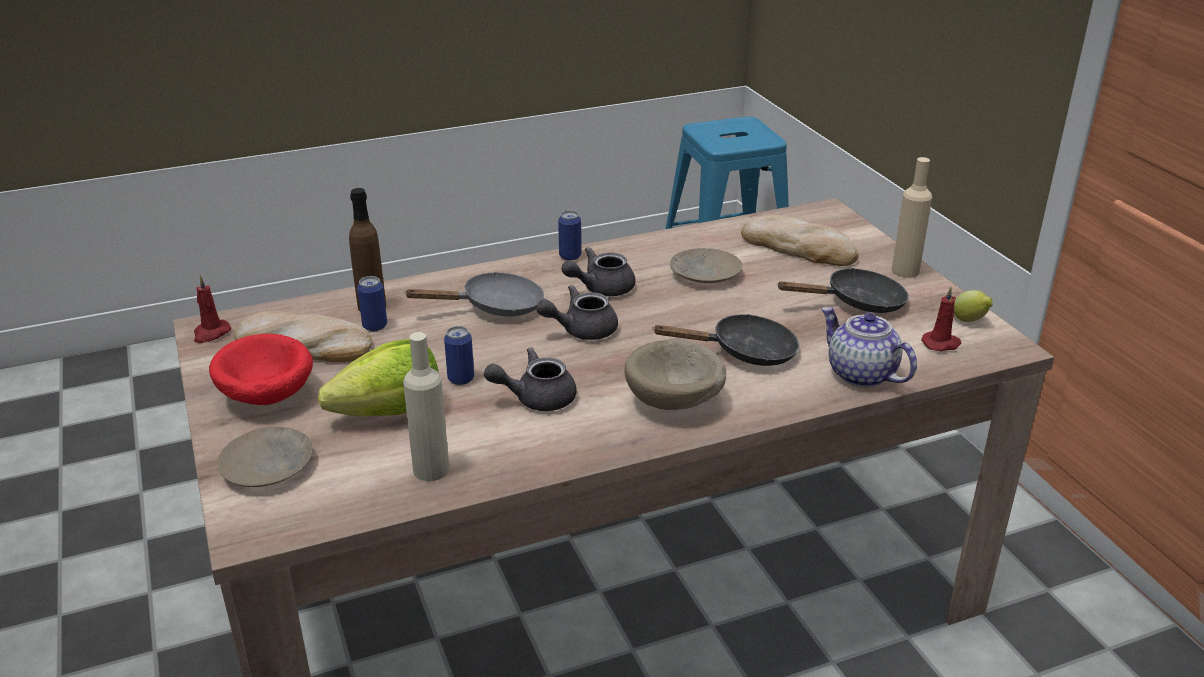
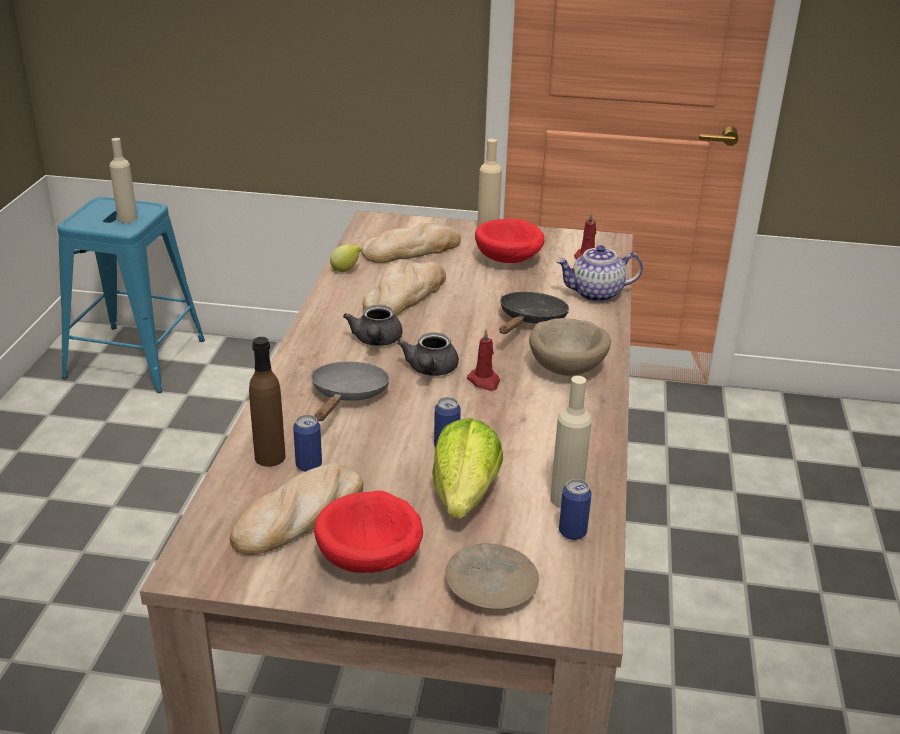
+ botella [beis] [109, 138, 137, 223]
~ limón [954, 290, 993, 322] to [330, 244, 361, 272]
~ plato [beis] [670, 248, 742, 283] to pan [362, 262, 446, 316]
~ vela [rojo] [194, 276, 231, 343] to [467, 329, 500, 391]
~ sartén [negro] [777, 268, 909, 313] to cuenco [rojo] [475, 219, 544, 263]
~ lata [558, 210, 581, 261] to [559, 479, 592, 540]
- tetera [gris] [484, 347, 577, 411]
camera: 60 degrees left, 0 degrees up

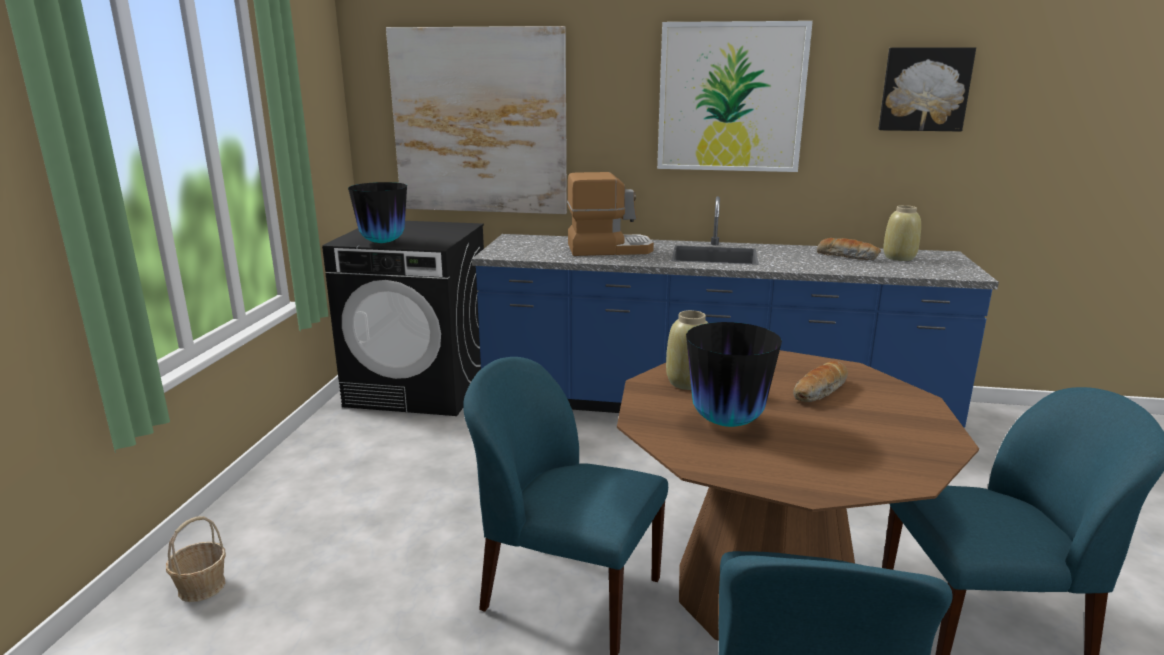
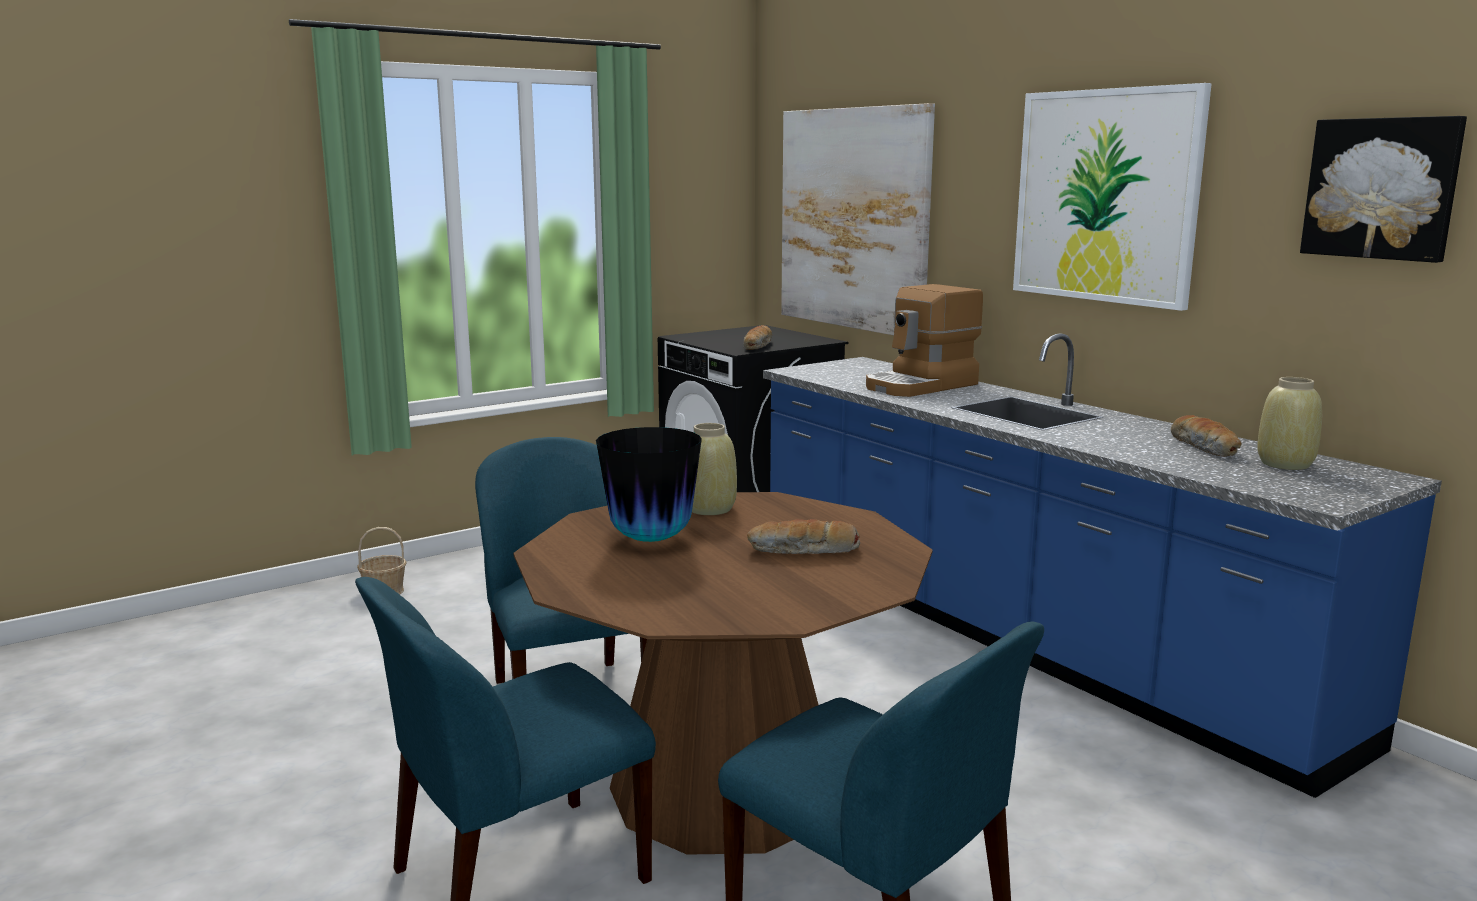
+ pan [743, 325, 772, 350]
~ cafetera [567, 172, 654, 256] = [866, 284, 983, 397] 105 degrees clockwise
- florero [348, 182, 407, 243]
camera: 45 degrees right, 5 degrees down

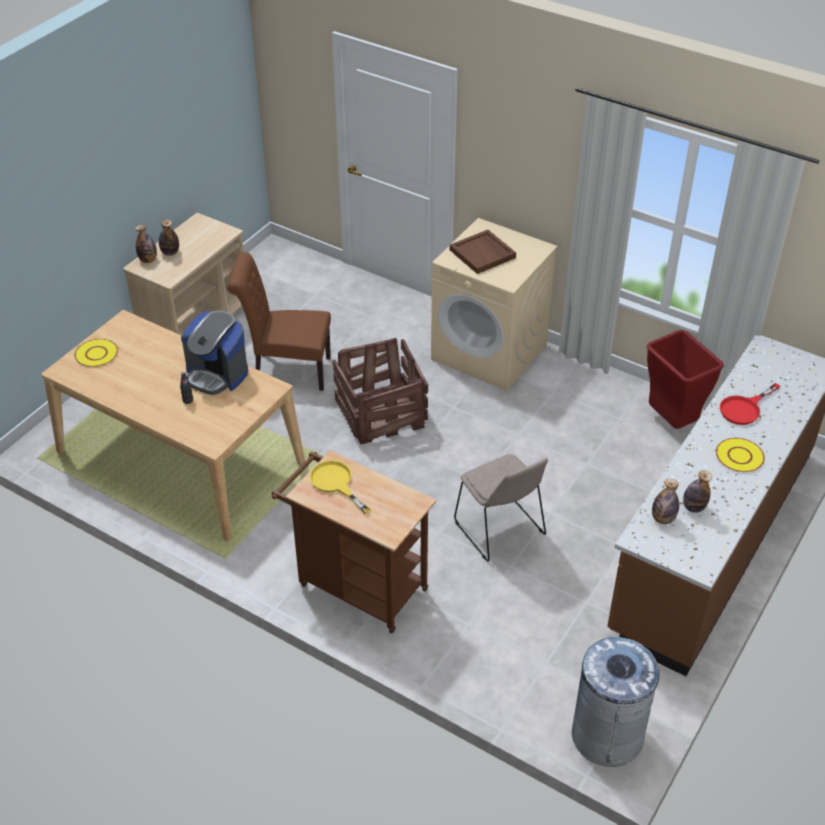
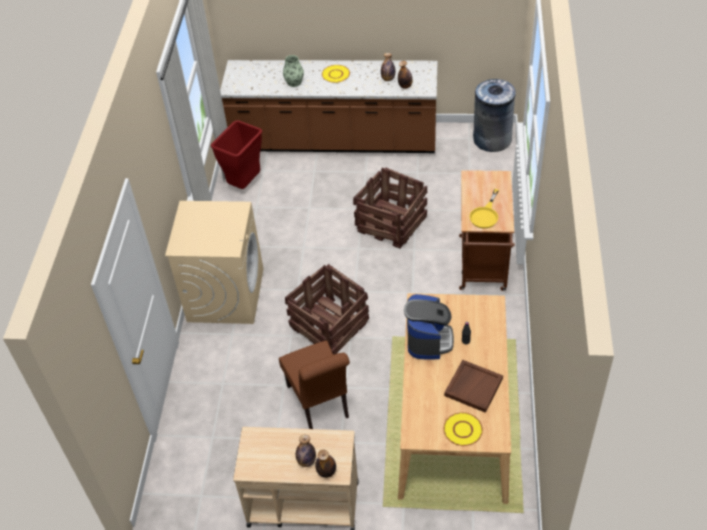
~ sartén [rojo] [720, 383, 780, 425] to florero [283, 55, 304, 87]
~ silla [beis] [454, 454, 548, 561] to caja de embalaje [353, 167, 427, 249]
~ bandeja [marrón] [450, 230, 516, 274] to [444, 360, 503, 413]
camera: 115 degrees left, 5 degrees up

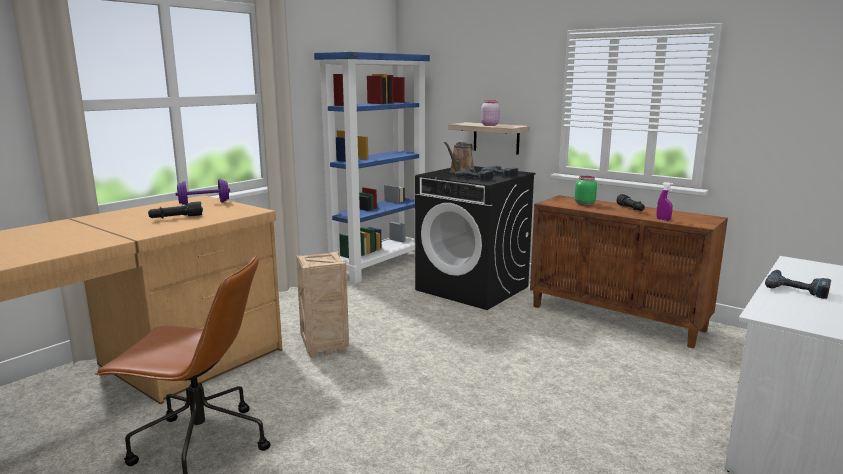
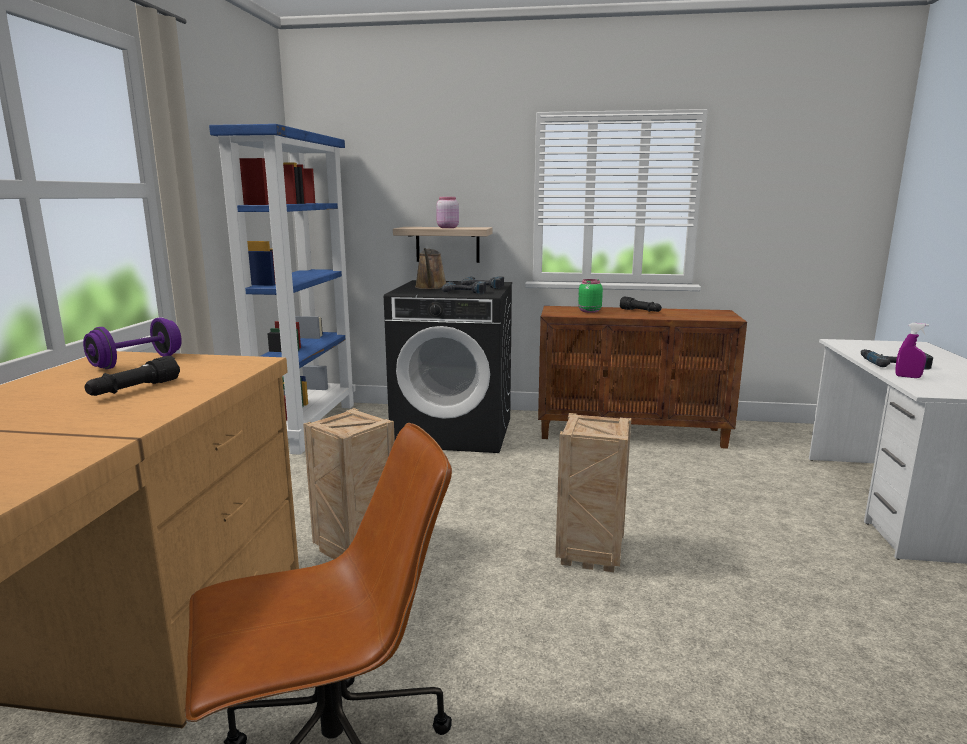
+ caja de embalaje [555, 413, 631, 572]
~ pulverizador [morado] [657, 182, 673, 221] to [895, 323, 929, 378]
camera: 30 degrees left, 0 degrees up

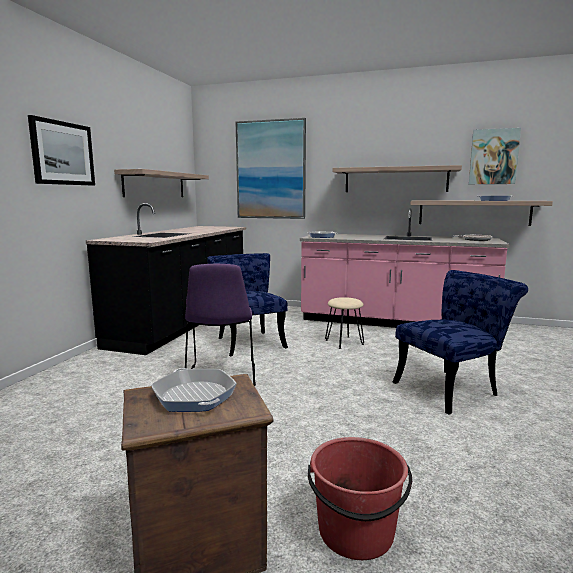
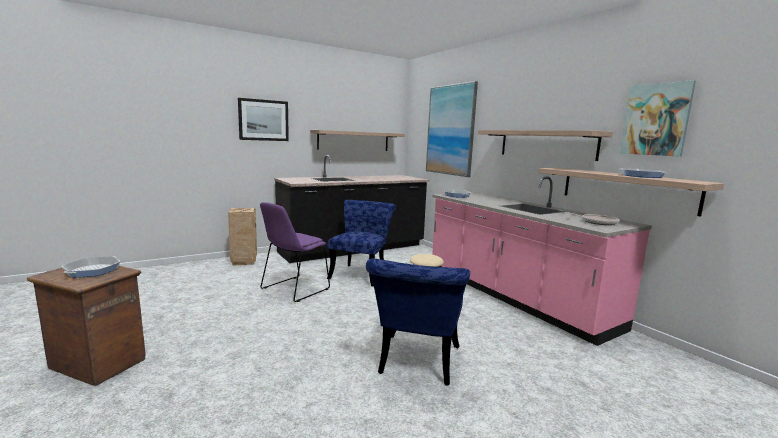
+ caja de embalaje [228, 208, 257, 266]
~ silla [azul] [392, 270, 528, 414] = [366, 258, 470, 386] 90 degrees clockwise
- cubo [rojo] [308, 437, 412, 560]
camera: 40 degrees right, 0 degrees up

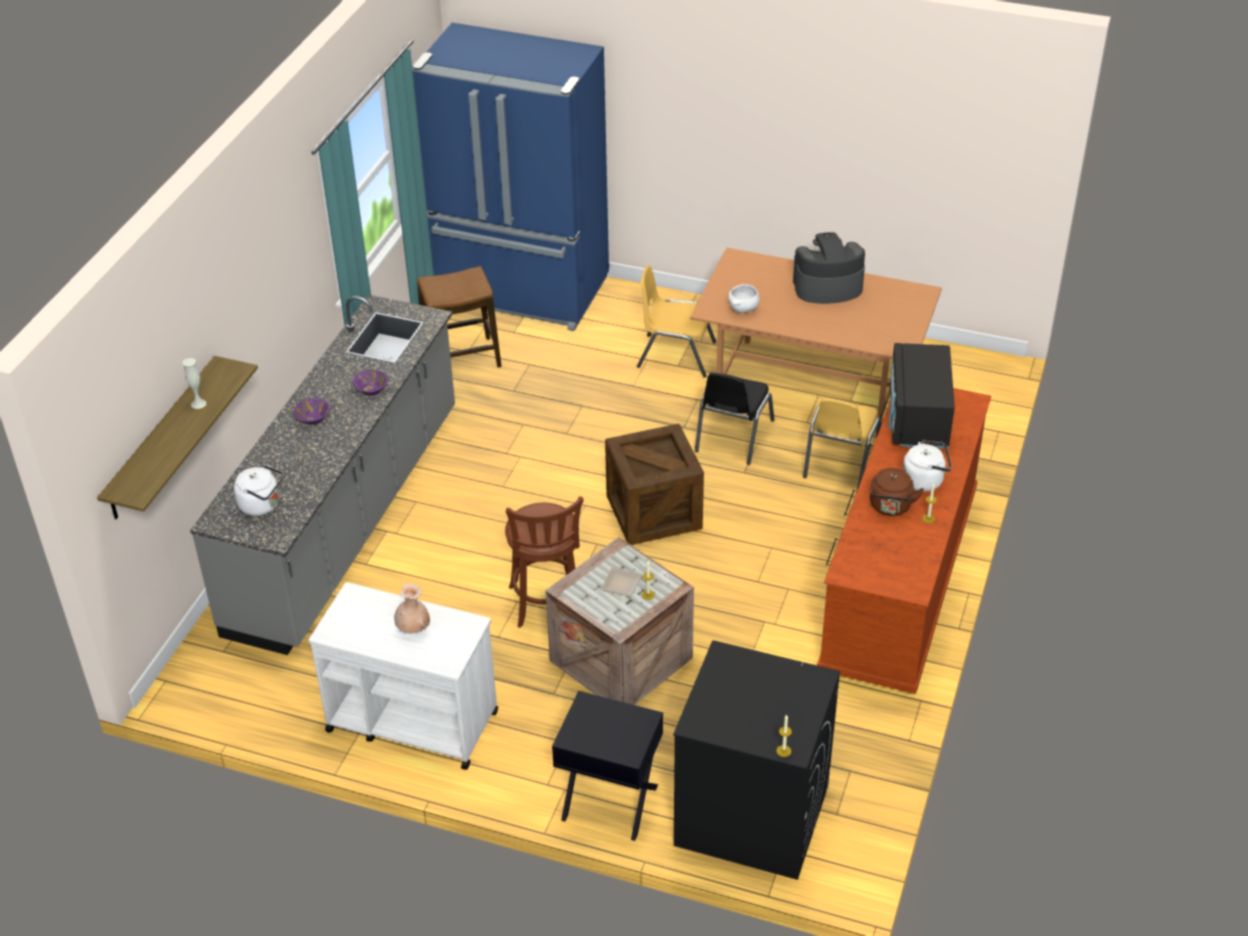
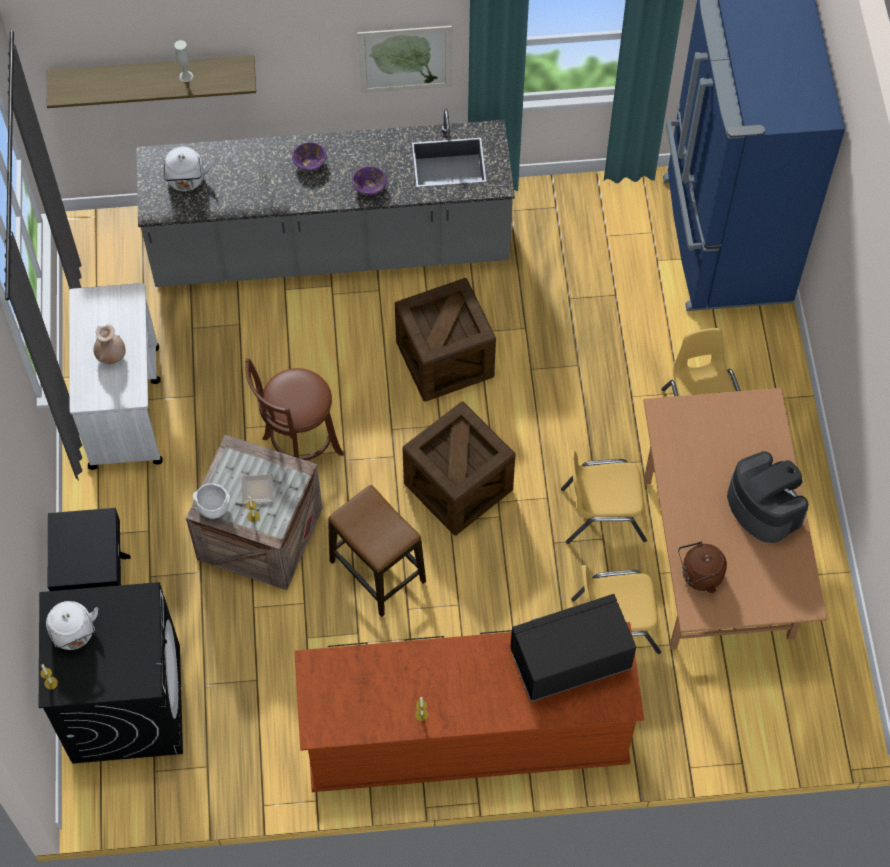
~ hervidor [blanco] [902, 440, 952, 492] to [46, 601, 98, 650]
~ cuenco [blanco] [728, 284, 760, 313] to [193, 483, 230, 519]
~ taburete [417, 266, 502, 368] to [328, 485, 426, 617]
+ cuadro [357, 26, 452, 93]
+ caja de embalaje [395, 278, 496, 402]
~ silla [negro] [695, 373, 774, 465] to silla [amarillo] [561, 450, 647, 544]
~ hervidor [marrón] [870, 468, 924, 516] to [678, 541, 727, 593]
camera: 65 degrees right, 20 degrees up

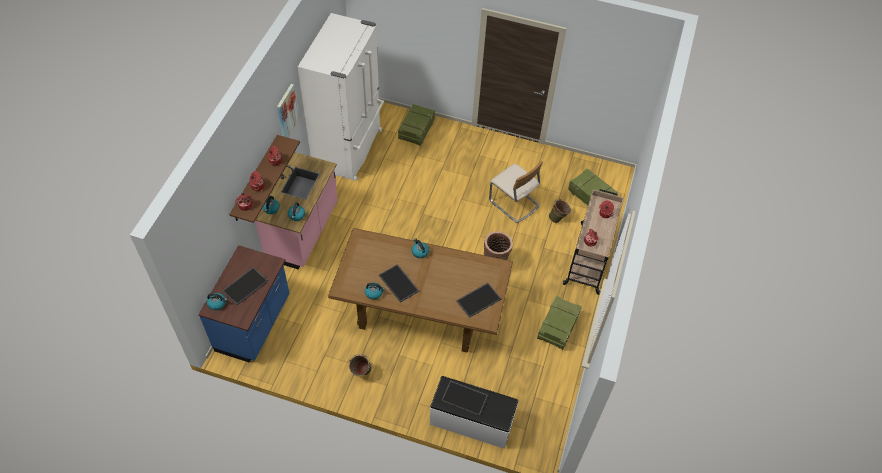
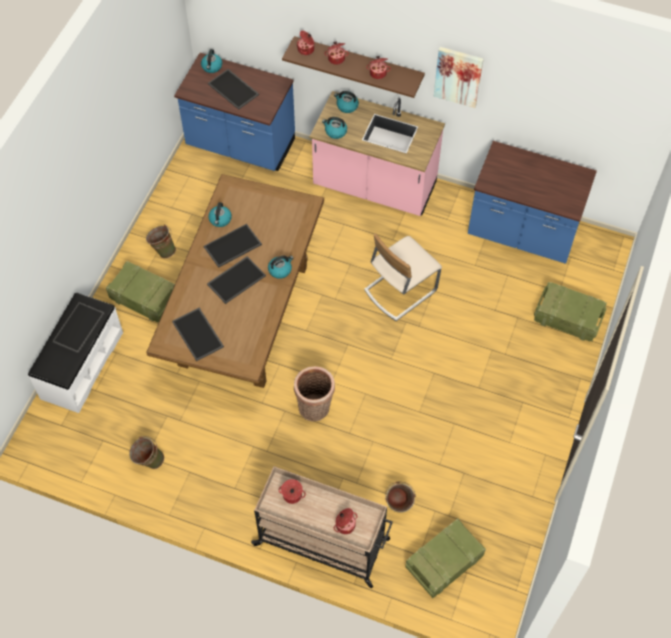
~ caja de embalaje [537, 296, 582, 350] to [106, 261, 175, 322]
+ cubo [verde] [129, 436, 164, 469]
+ bandeja [207, 256, 266, 304]
~ silla [beis] [489, 161, 543, 223] to [364, 233, 442, 321]
~ nevera [blanco] [298, 13, 384, 181] to mueble bajo de cocina [azul] [468, 141, 597, 264]
camera: 95 degrees right, 5 degrees up

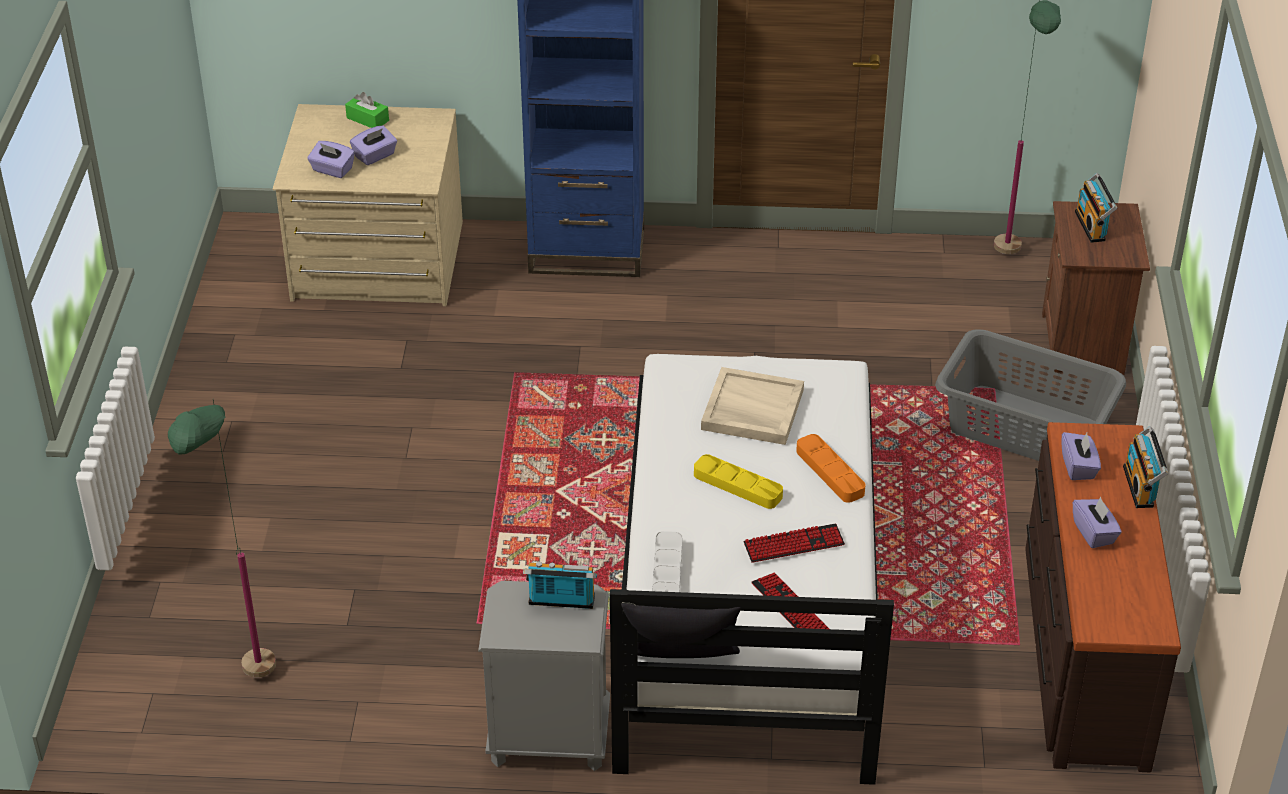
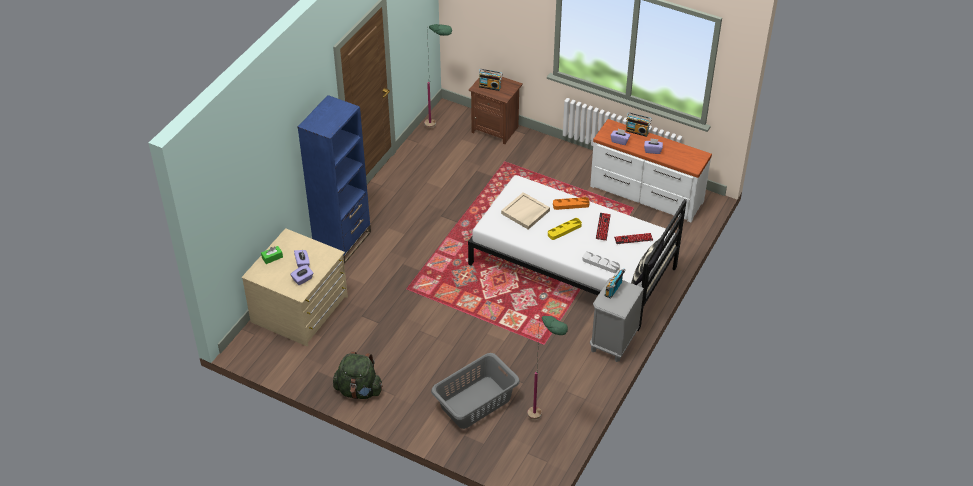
+ mochila [verde] [333, 352, 383, 399]
~ cesto de la ropa [gris] [935, 329, 1126, 461] to [431, 353, 520, 429]
~ cómoda [marrón] [1025, 422, 1181, 772] to cómoda [blanco] [590, 119, 712, 222]
camera: 65 degrees left, 5 degrees up

